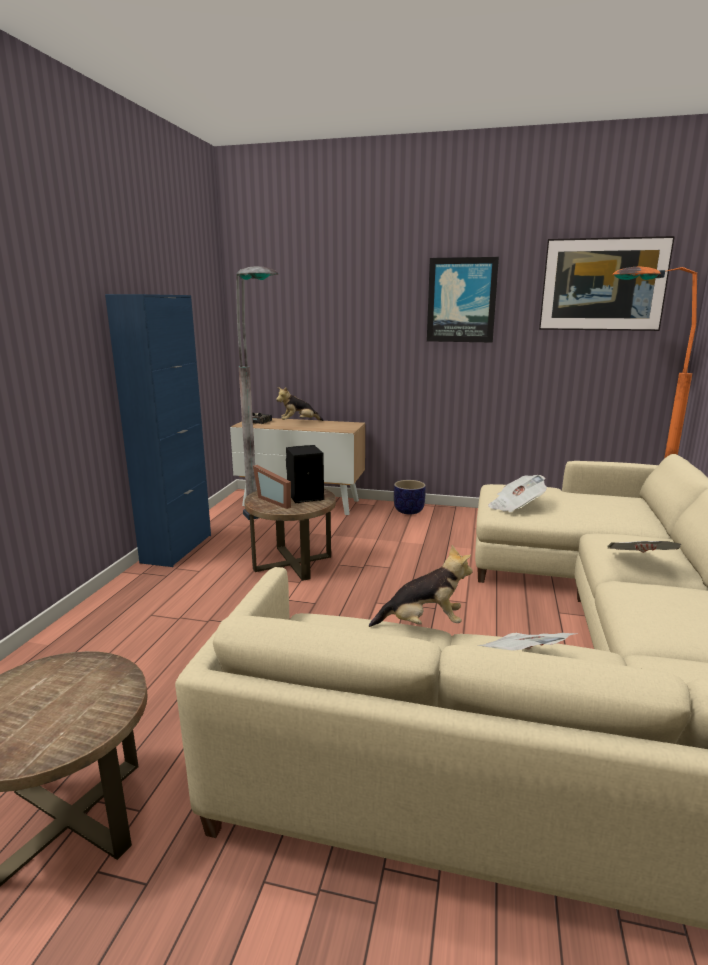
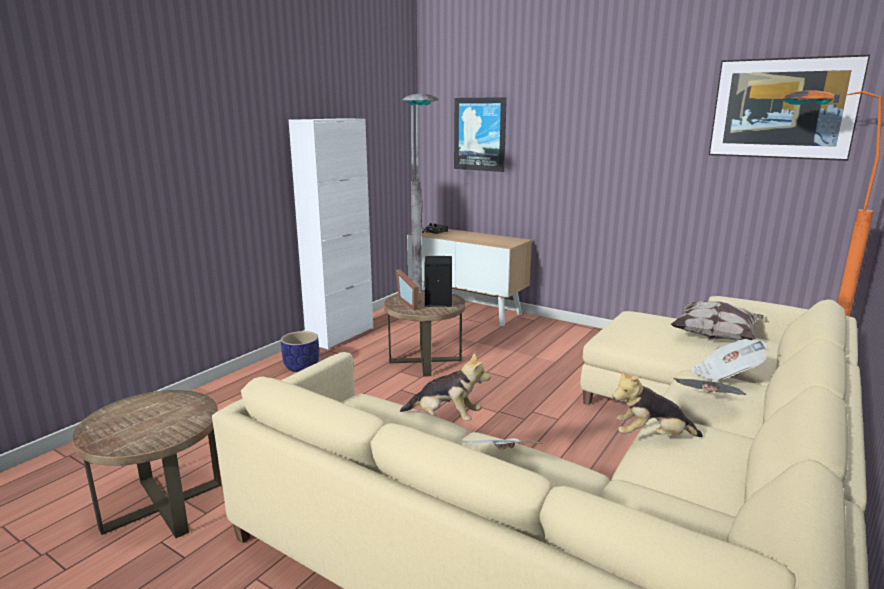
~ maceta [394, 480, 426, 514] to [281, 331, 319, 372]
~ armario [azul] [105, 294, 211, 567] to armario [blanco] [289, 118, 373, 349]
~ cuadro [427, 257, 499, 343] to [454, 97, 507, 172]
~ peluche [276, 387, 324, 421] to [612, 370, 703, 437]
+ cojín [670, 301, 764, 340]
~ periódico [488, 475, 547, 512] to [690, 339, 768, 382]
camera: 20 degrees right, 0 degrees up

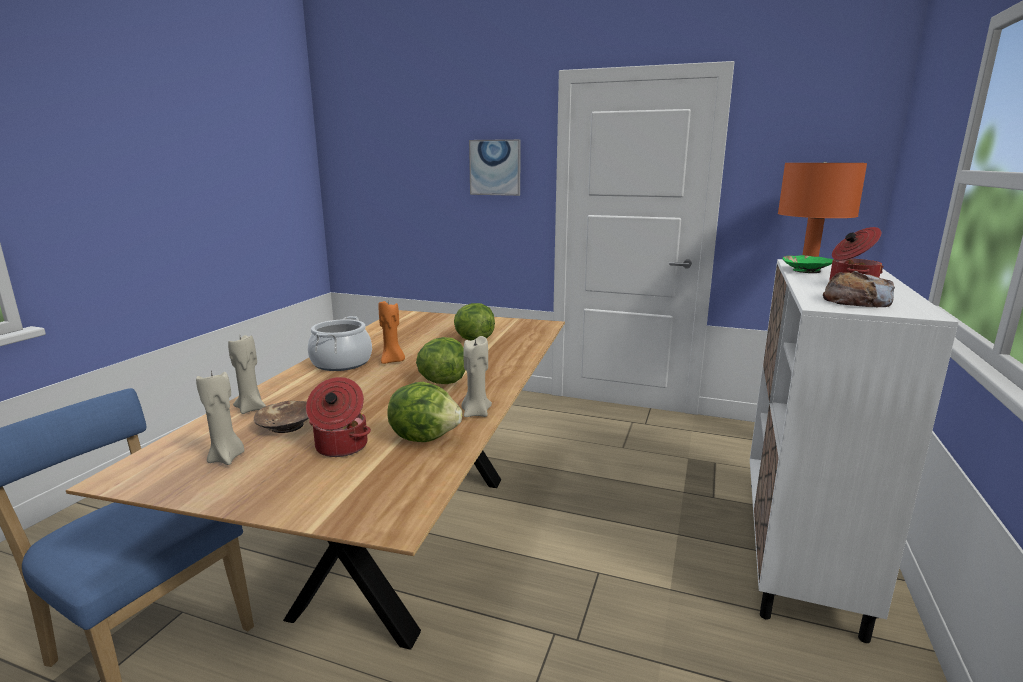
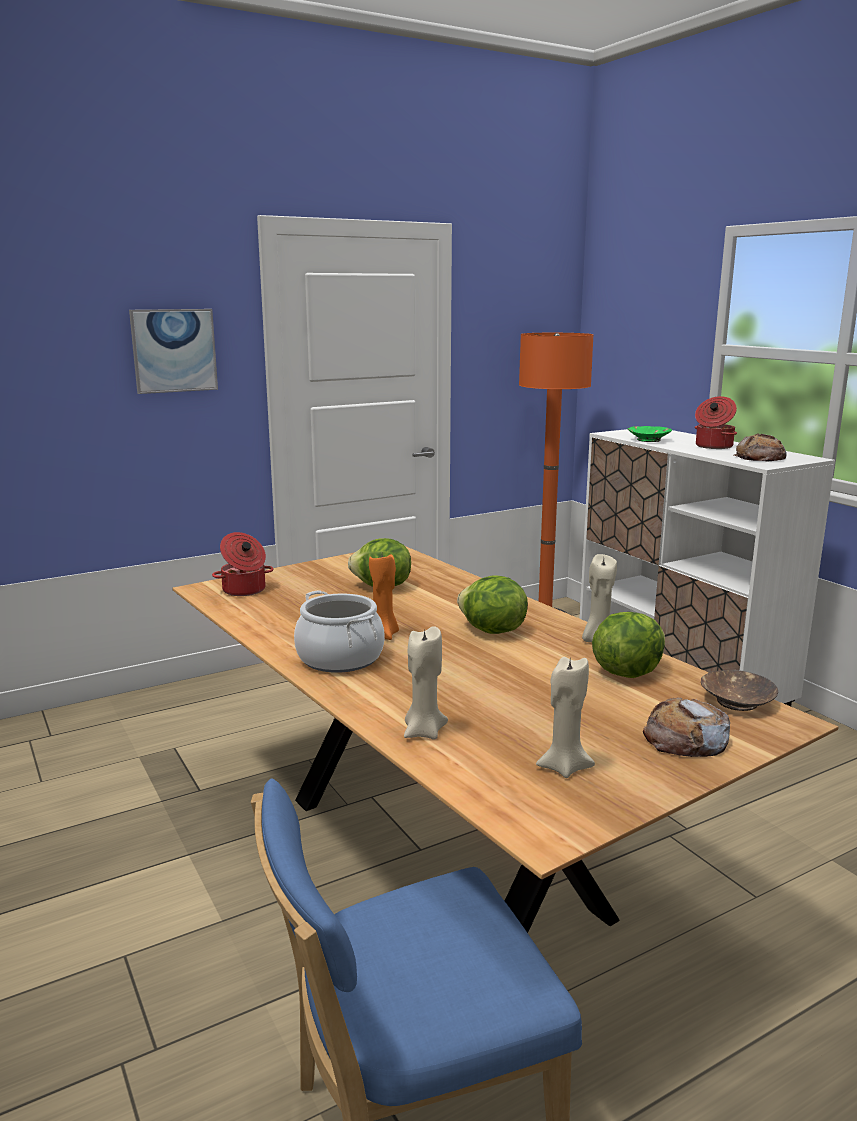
~ olla [306, 377, 371, 457] to [212, 532, 274, 596]
+ pan [643, 697, 730, 757]
~ cuenco [marrón] [254, 401, 309, 433] to [701, 670, 778, 711]
camera: 50 degrees left, 0 degrees up

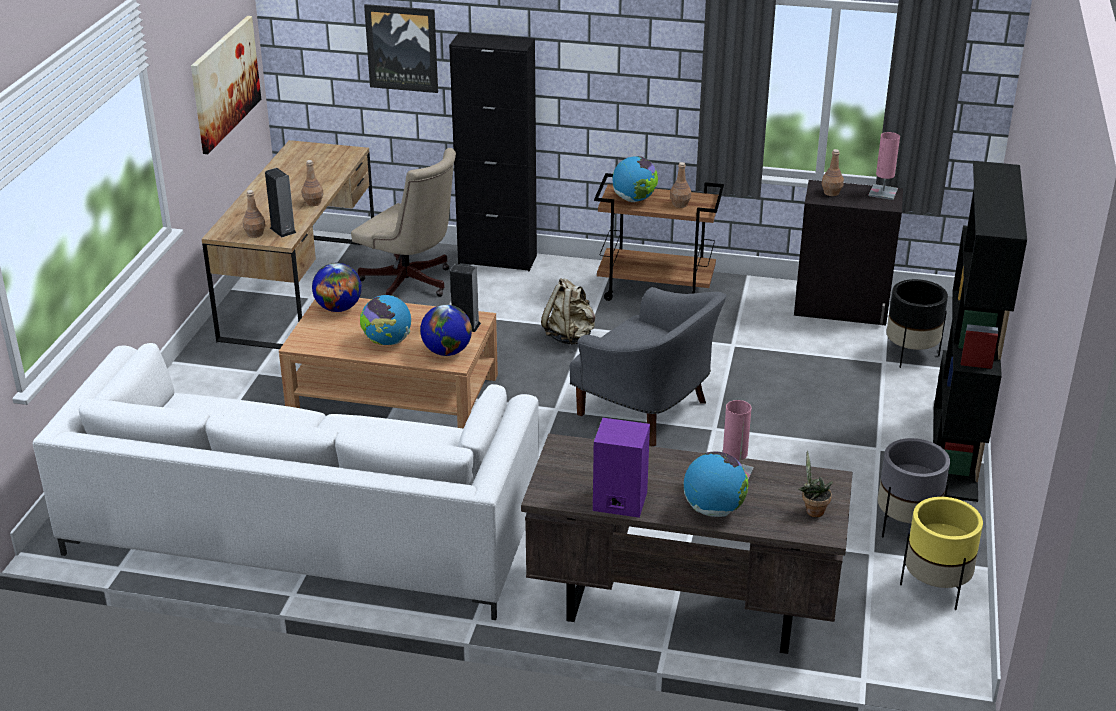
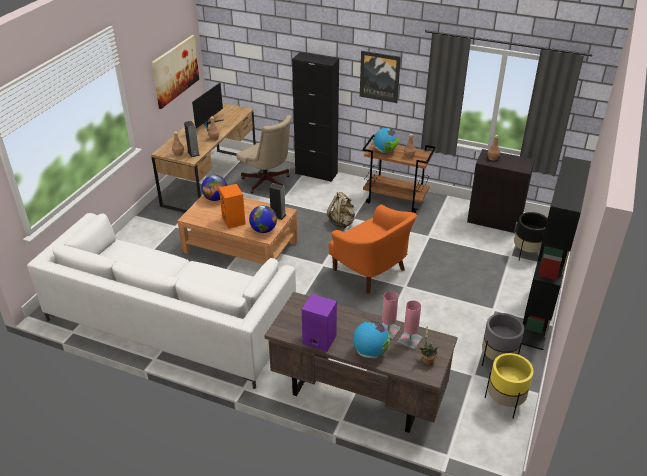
+ monitor [192, 83, 224, 132]
~ globo terráqueo [360, 295, 411, 345] to altavoz [naranja] [219, 184, 246, 229]
~ sillón [gris] [569, 287, 727, 446] to sillón [naranja] [328, 204, 417, 294]
~ cuadro [364, 4, 438, 93] to [360, 51, 401, 103]
~ lámpara de mesa [rosa] [869, 132, 900, 200] to [397, 300, 423, 350]
camera: 10 degrees right, 5 degrees up

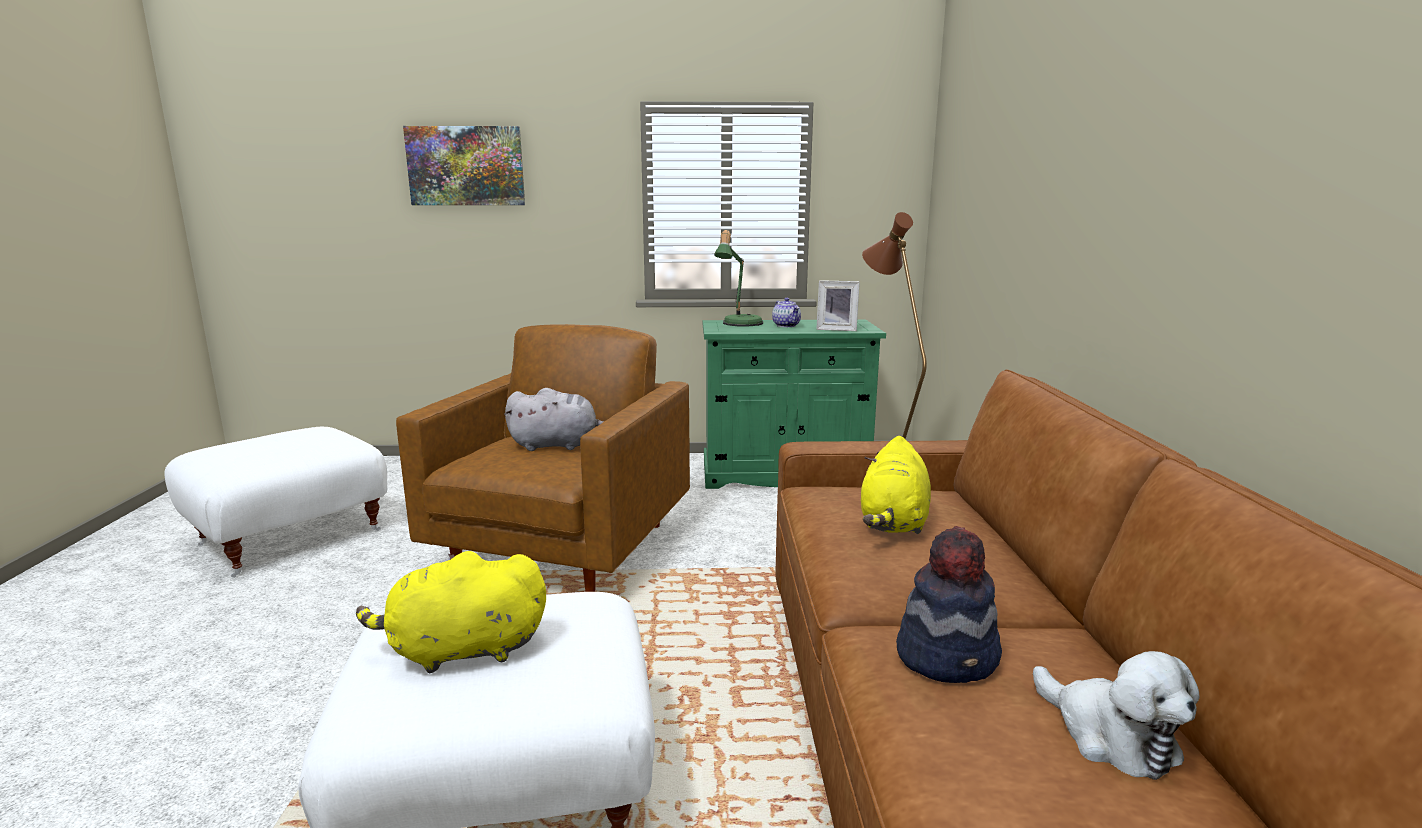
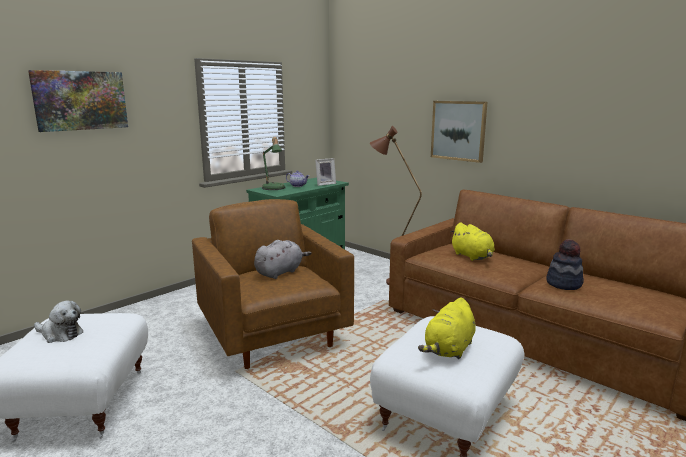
~ peluche [1033, 651, 1200, 780] to [34, 300, 83, 343]
+ cuadro [431, 101, 487, 163]
camera: 45 degrees left, 0 degrees up

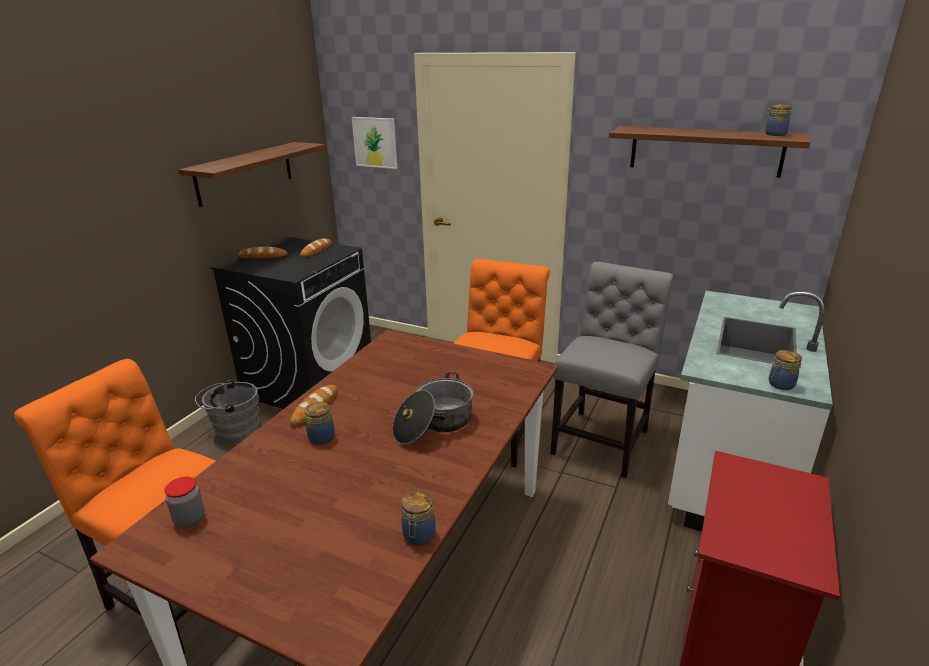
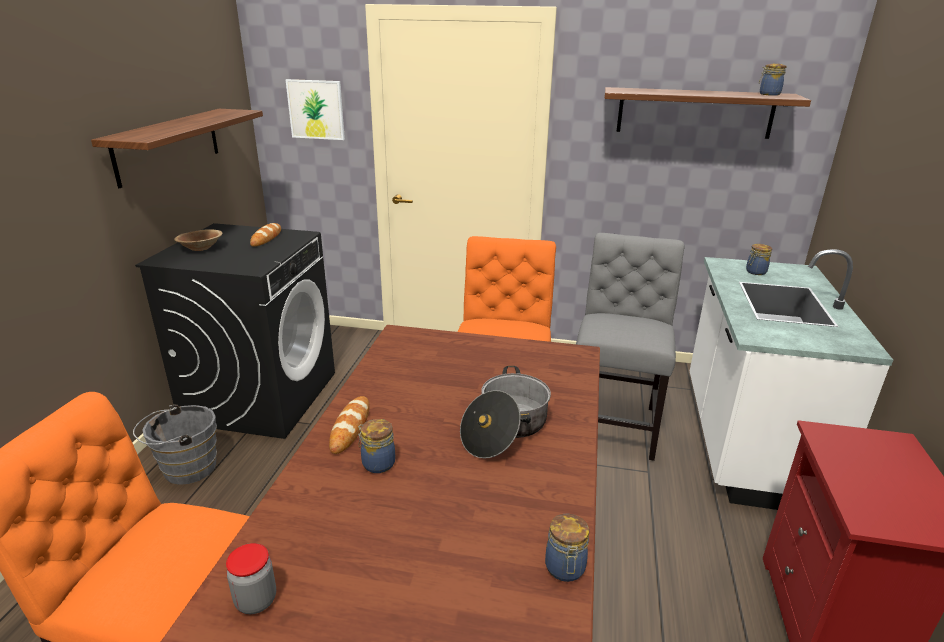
~ pan [238, 247, 288, 259] to cuenco [marrón] [174, 229, 223, 251]
~ tarro [769, 350, 802, 390] to [746, 244, 772, 275]
camera: 15 degrees left, 0 degrees up

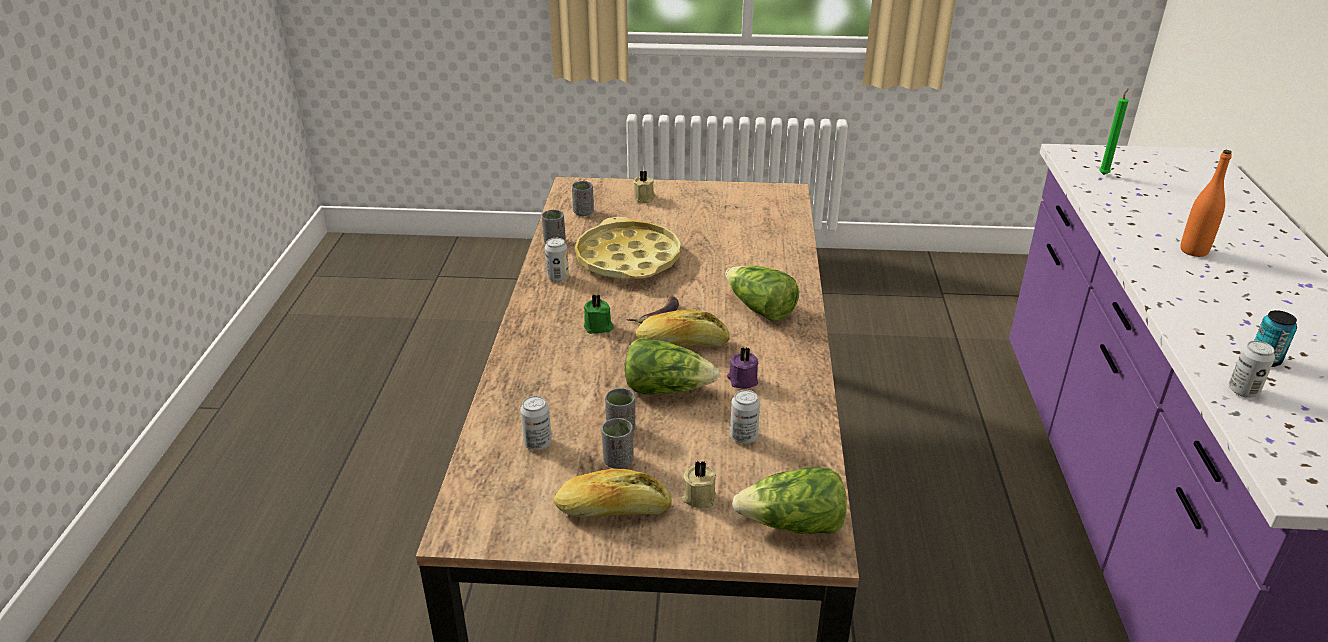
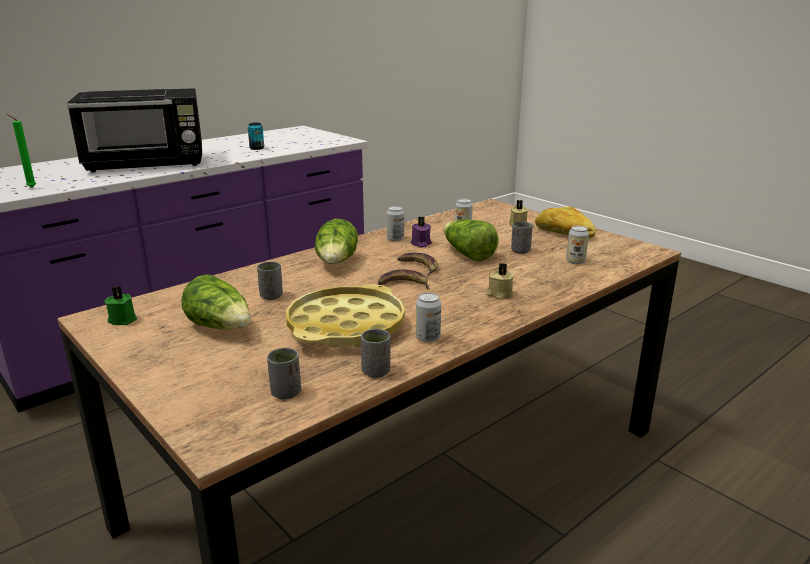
~ botella [naranja] [1180, 150, 1232, 257] to microondas [negro] [67, 88, 202, 172]
~ vela [verde] [584, 295, 613, 334] to [104, 286, 137, 325]
~ lechuga [732, 467, 847, 534] to [181, 274, 250, 330]
~ taza [gris] [602, 418, 634, 469] to [257, 261, 283, 300]
~ lata [1229, 341, 1275, 398] to [386, 206, 404, 242]
~ pan [635, 309, 730, 346] to plátano [397, 253, 438, 277]
~ vela [beis] [633, 171, 655, 203] to [486, 263, 514, 300]
camera: 135 degrees left, 10 degrees down

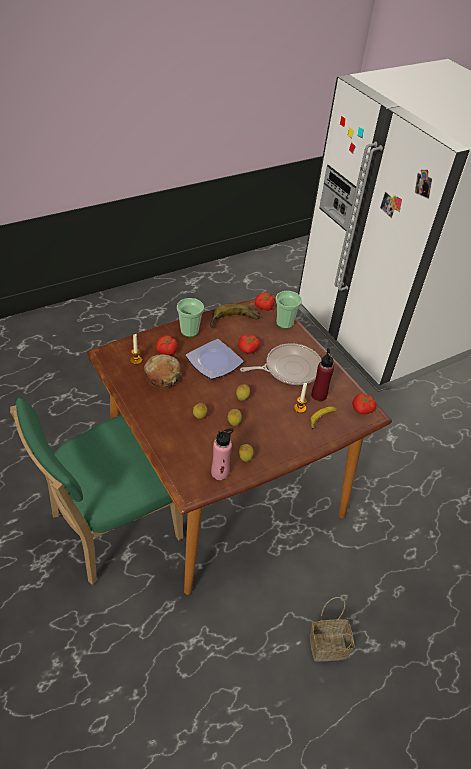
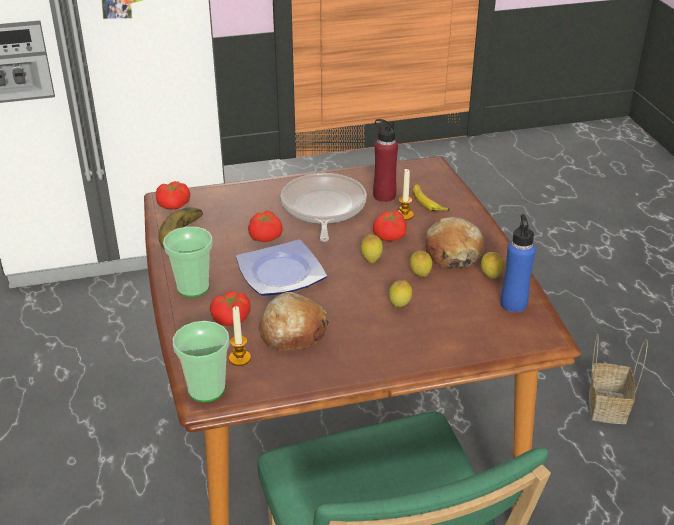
~ taza [276, 291, 302, 329] to [173, 321, 230, 402]
~ tomate [352, 394, 377, 415] to [373, 210, 407, 241]
+ pan [426, 217, 484, 268]
~ botella [rosa] [211, 428, 234, 480] to botella [azul] [501, 214, 536, 312]
camera: 70 degrees left, 10 degrees down

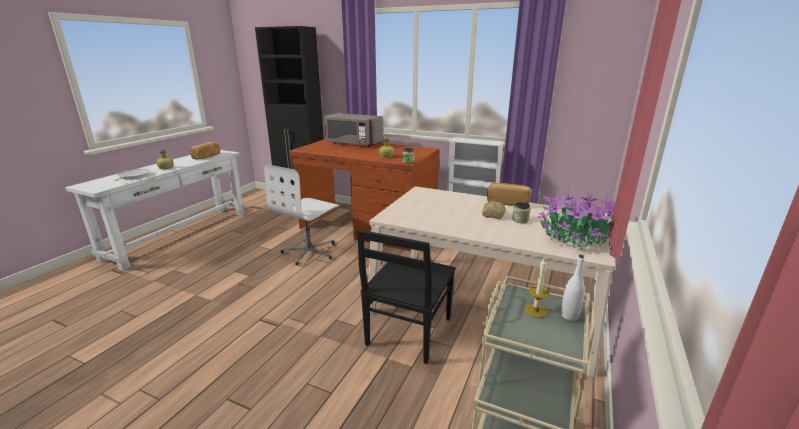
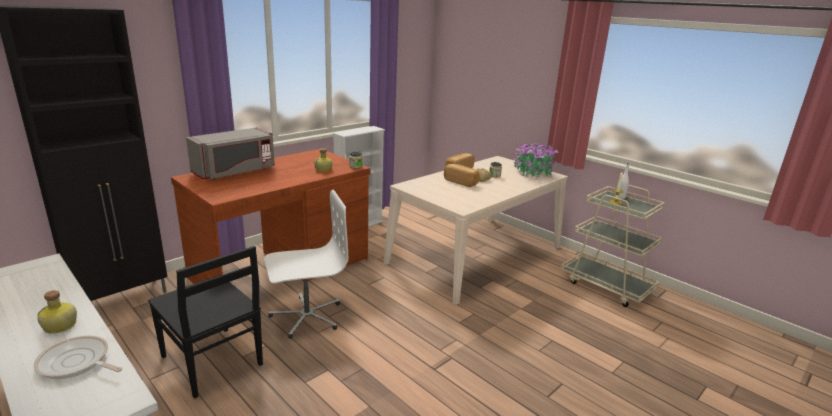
~ silla [negro] [357, 230, 456, 364] to [148, 246, 263, 398]
~ silla de oficina [blanco] [264, 164, 339, 266] = [264, 190, 348, 339] 75 degrees counterclockwise
~ pan [190, 142, 220, 159] to [444, 164, 480, 187]
camera: 70 degrees left, 0 degrees up

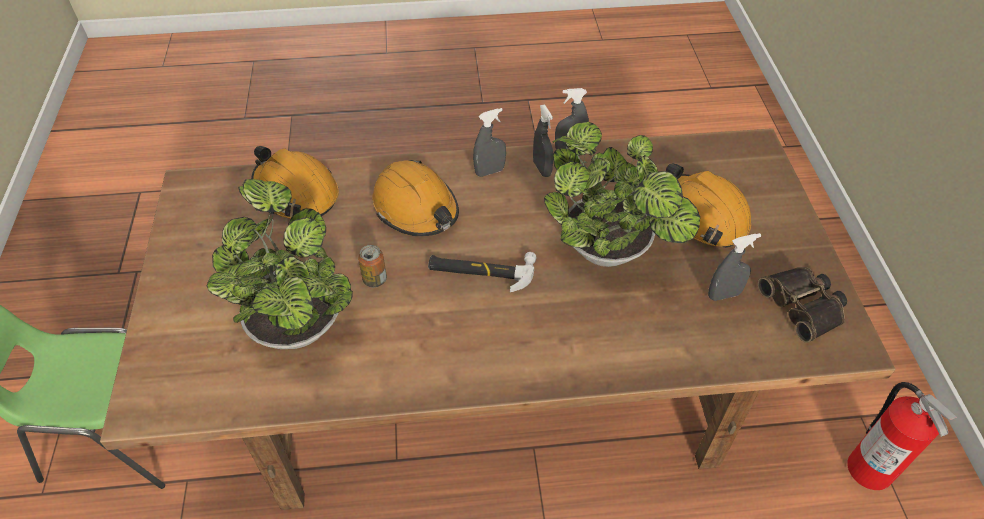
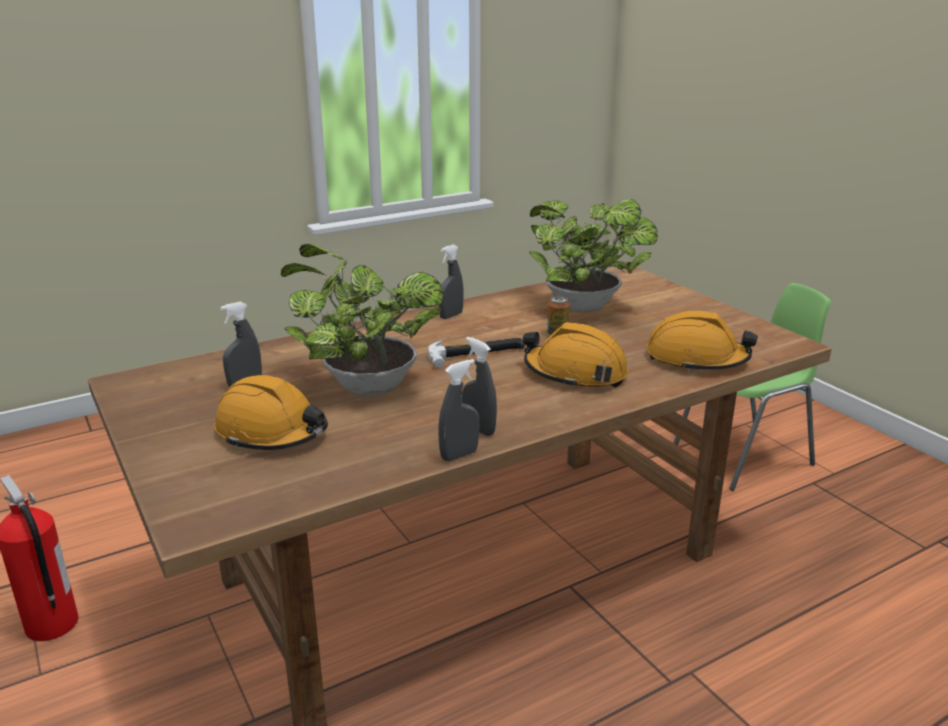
~ pulverizador [gris] [473, 108, 506, 177] to [438, 245, 464, 319]
- prismáticos [758, 267, 847, 343]
camera: 155 degrees right, 25 degrees down

